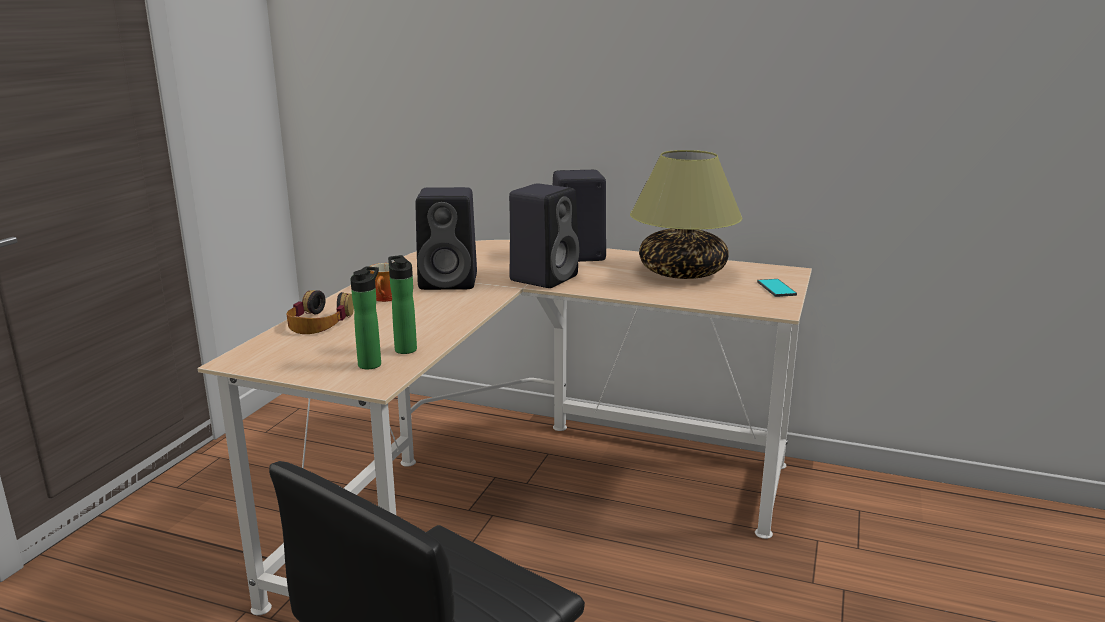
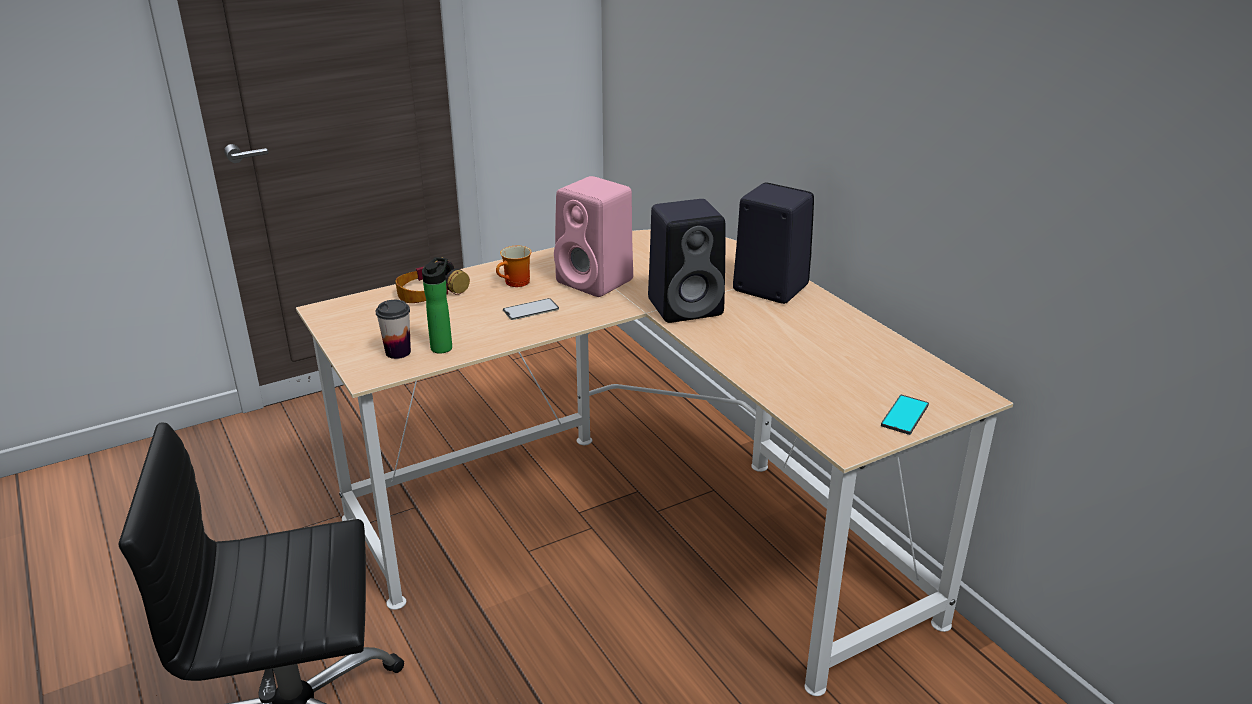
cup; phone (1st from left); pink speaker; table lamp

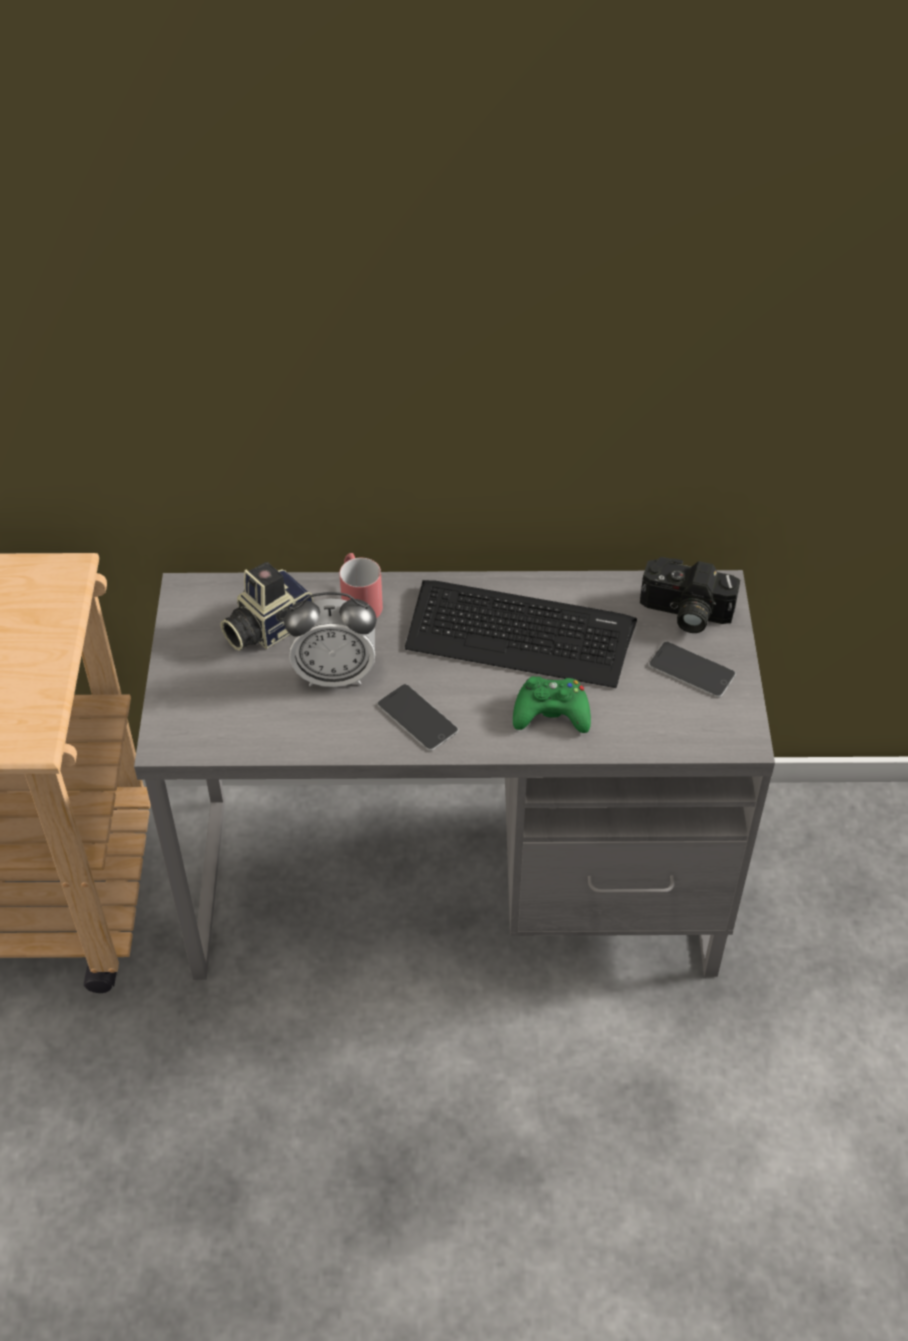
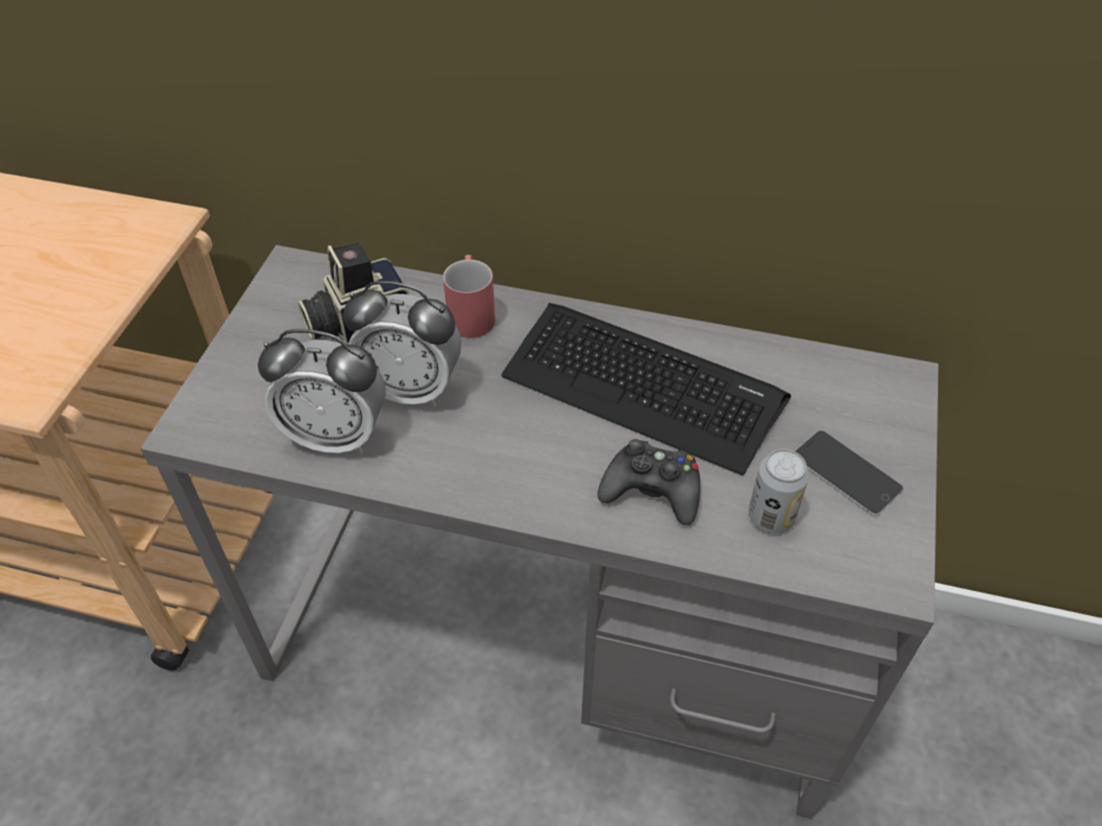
alarm clock (1st from left); black game controller; can; phone (1st from left in the first image); photo camera (2nd from left in the first image)

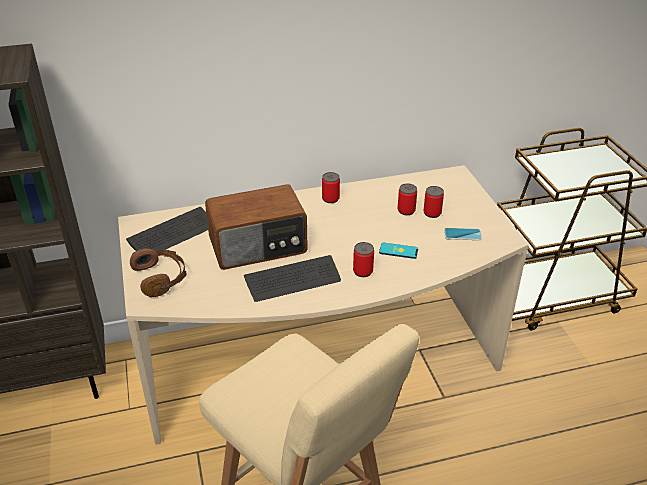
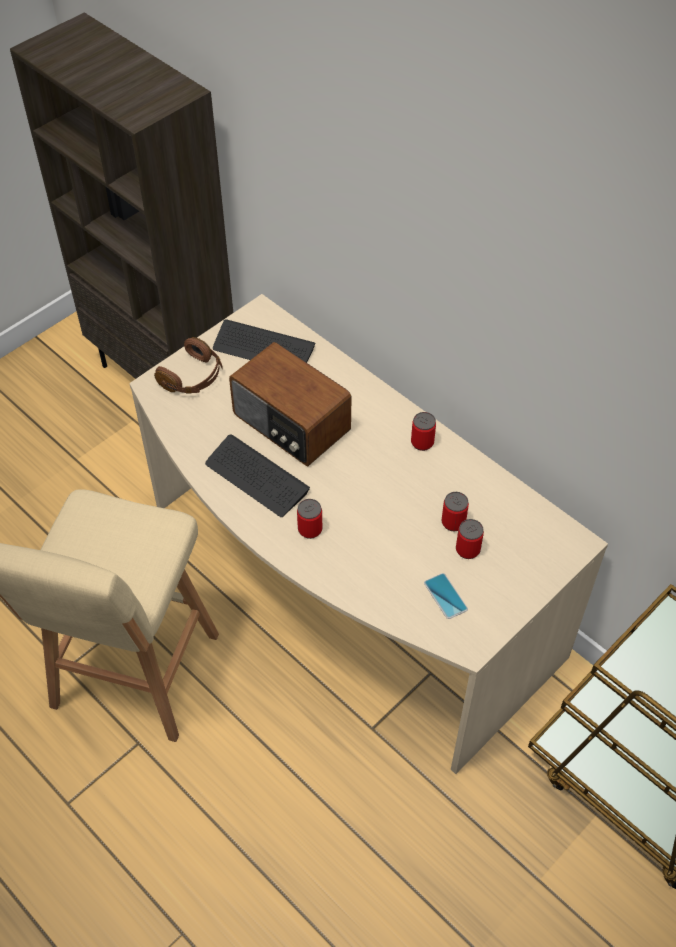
phone (1st from left in the first image)

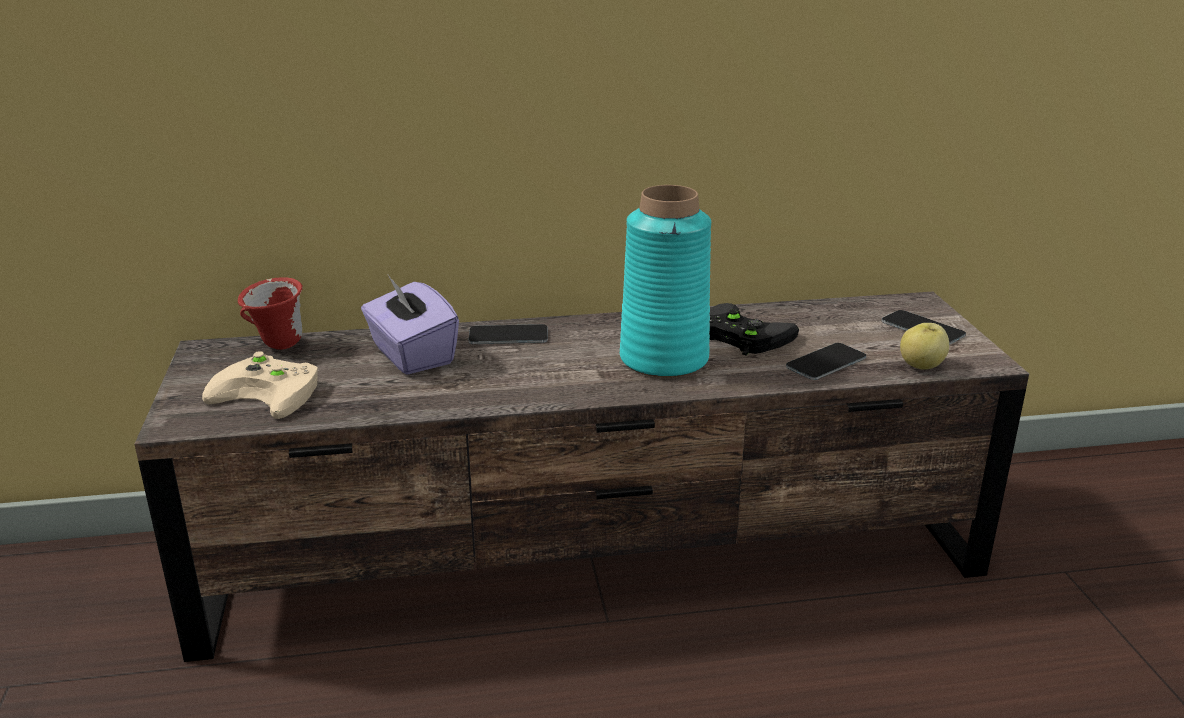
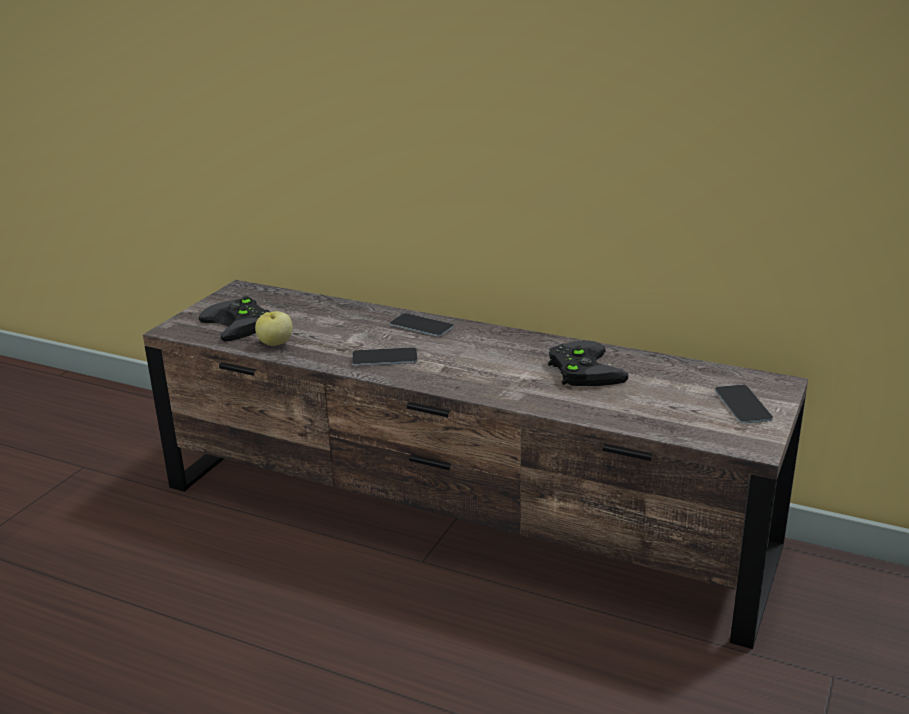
black game controller (1st from left); apple; phone (1st from left); red mug; purple tissue box; turquoise vase

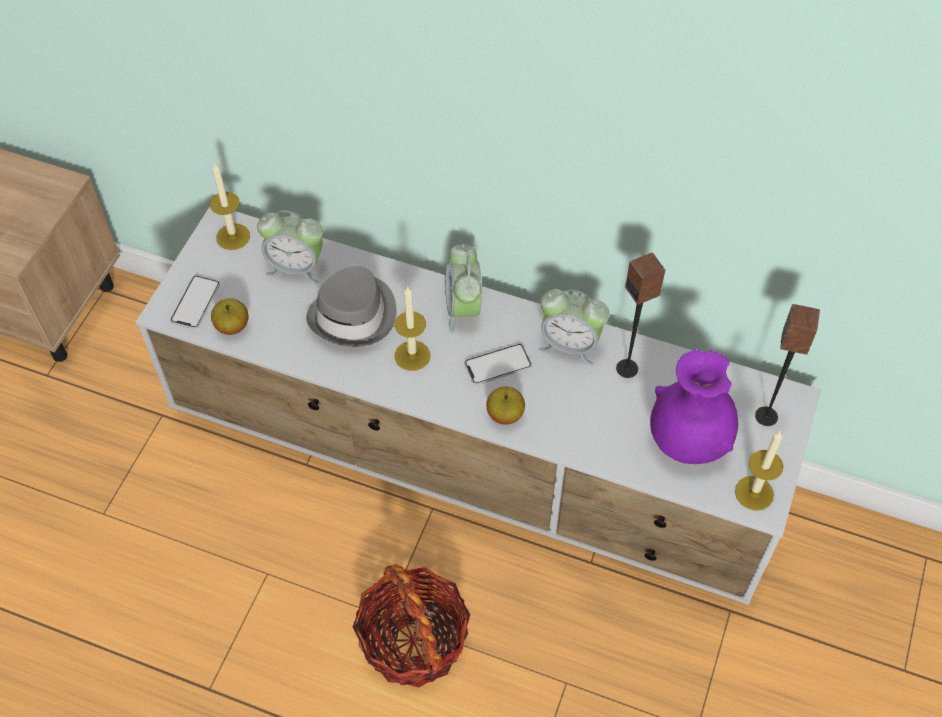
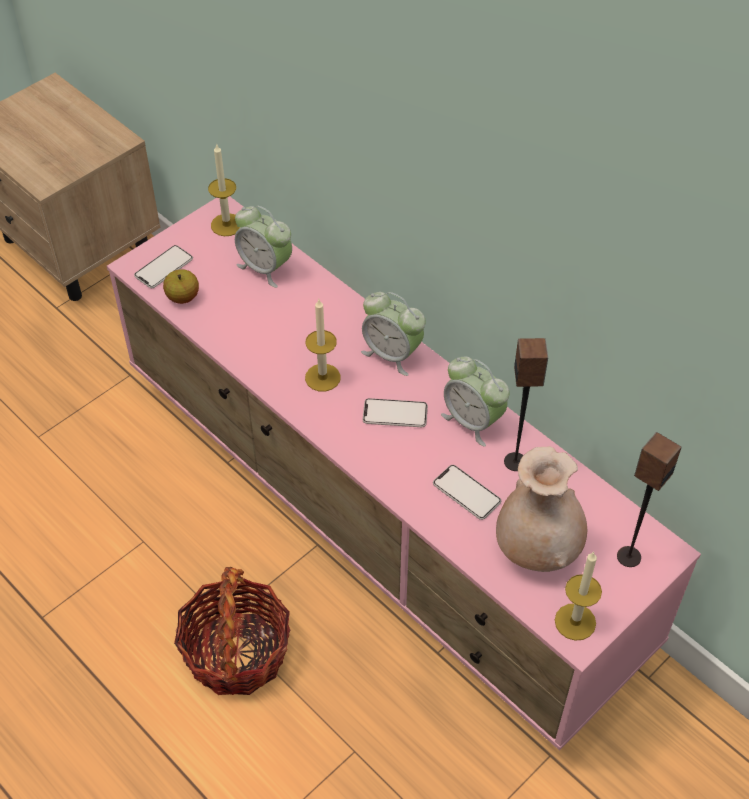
pink tv stand; alarm clock (2nd from left); phone (3rd from left); beige vase; grey hat; apple (2nd from left in the first image)

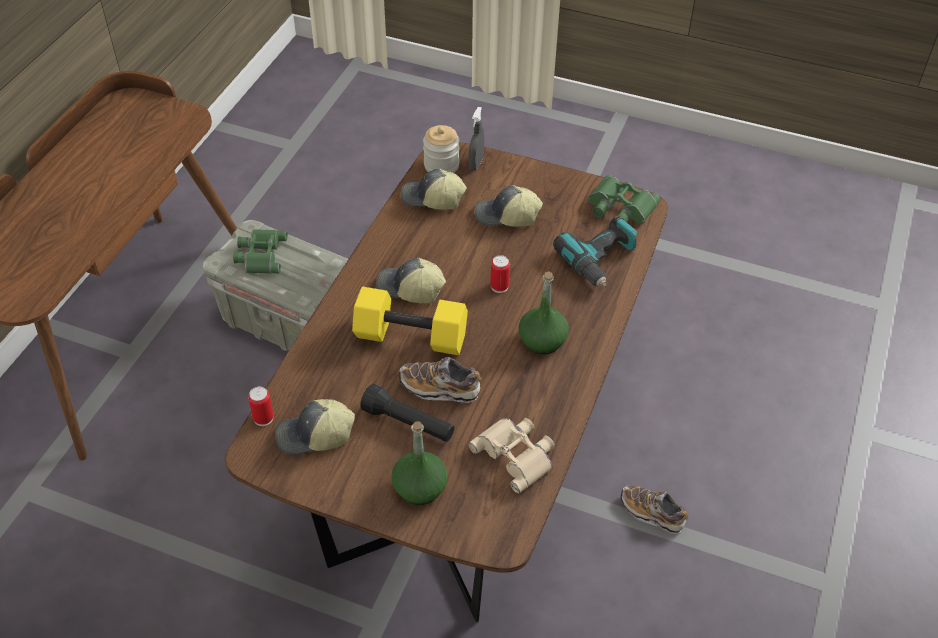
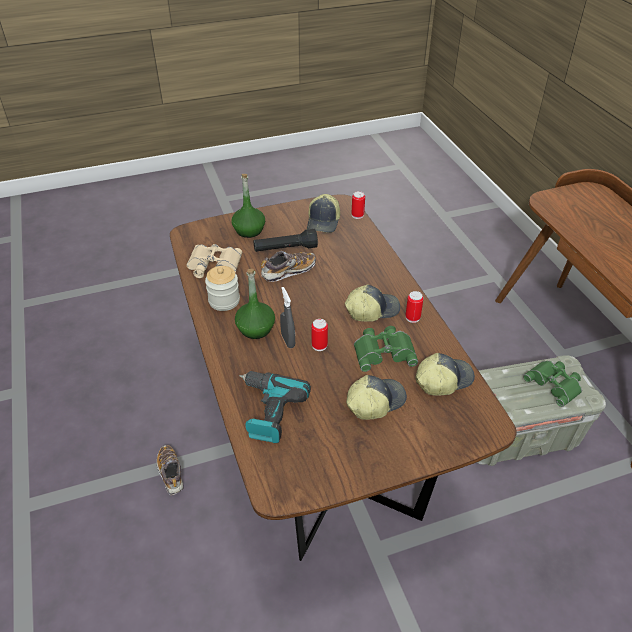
shoe (1st from left); jar; grey spray bottle; cap (1st from left); green binoculars (1st from left); can (3rd from left); yellow dumbbell

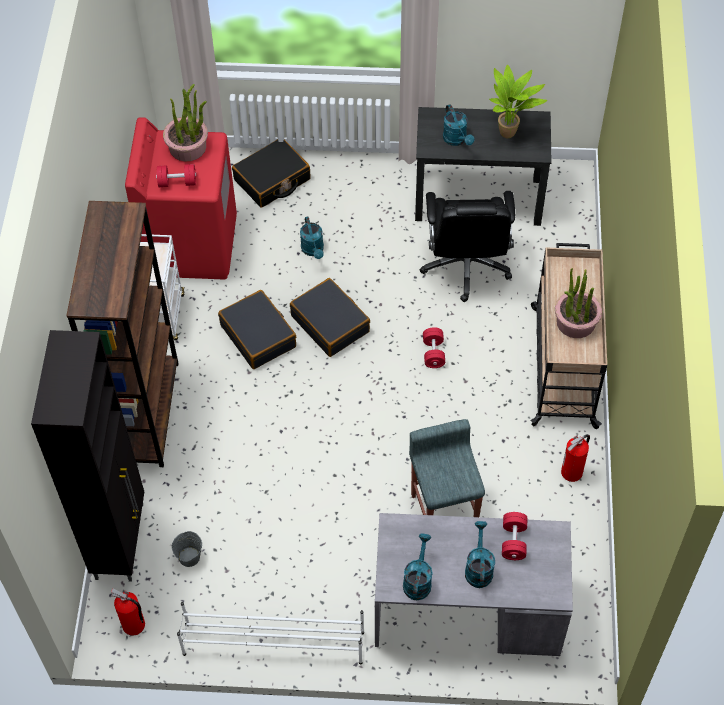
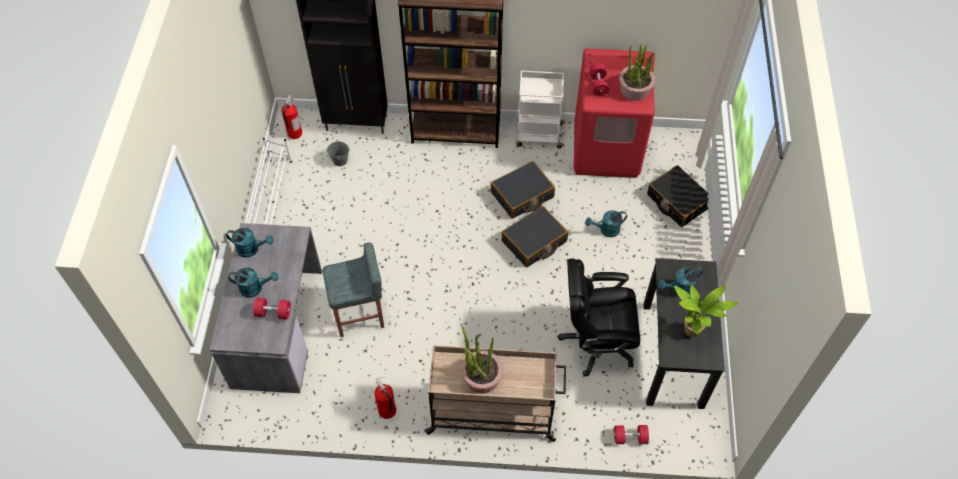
red dumbbell (3rd from left)

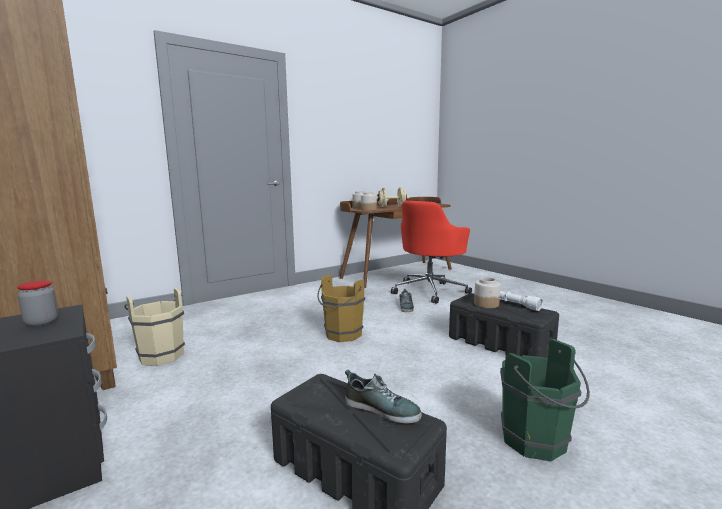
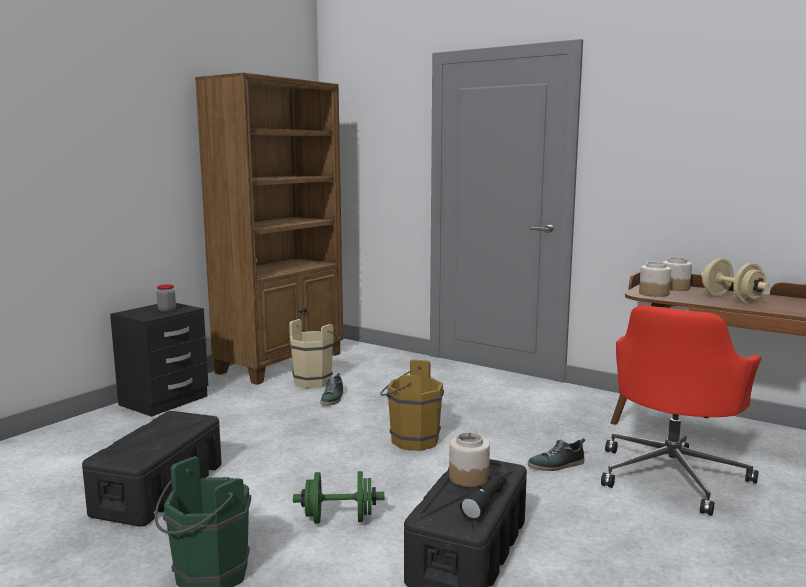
green dumbbell; shoe (1st from left); black flashlight; red office chair

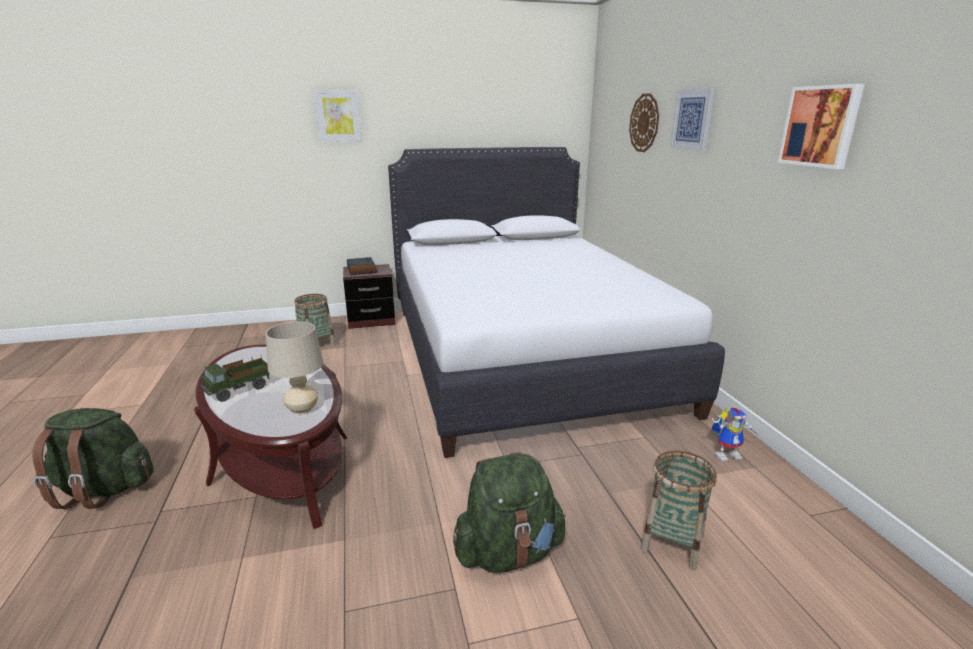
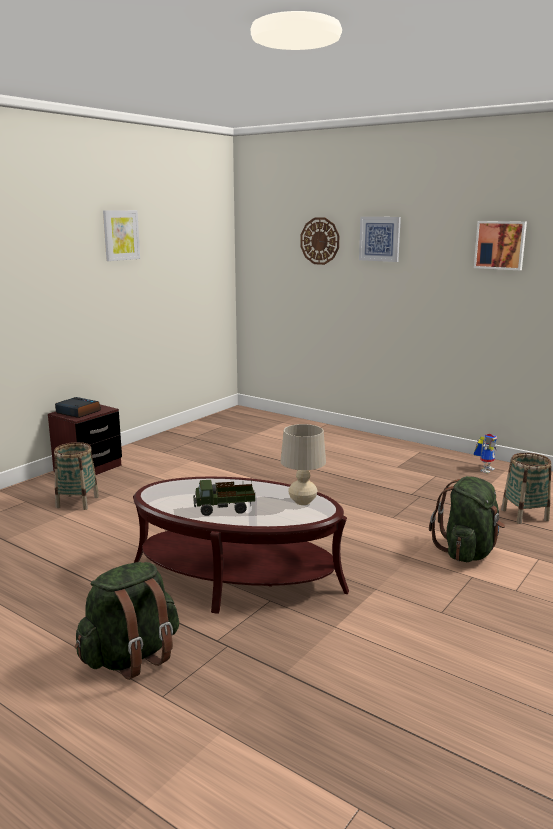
picture (1st from left); toy truck; white bed

